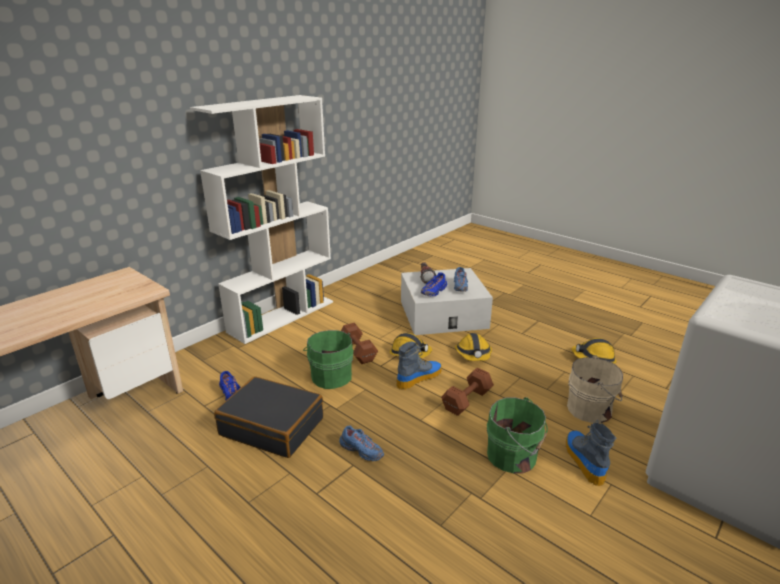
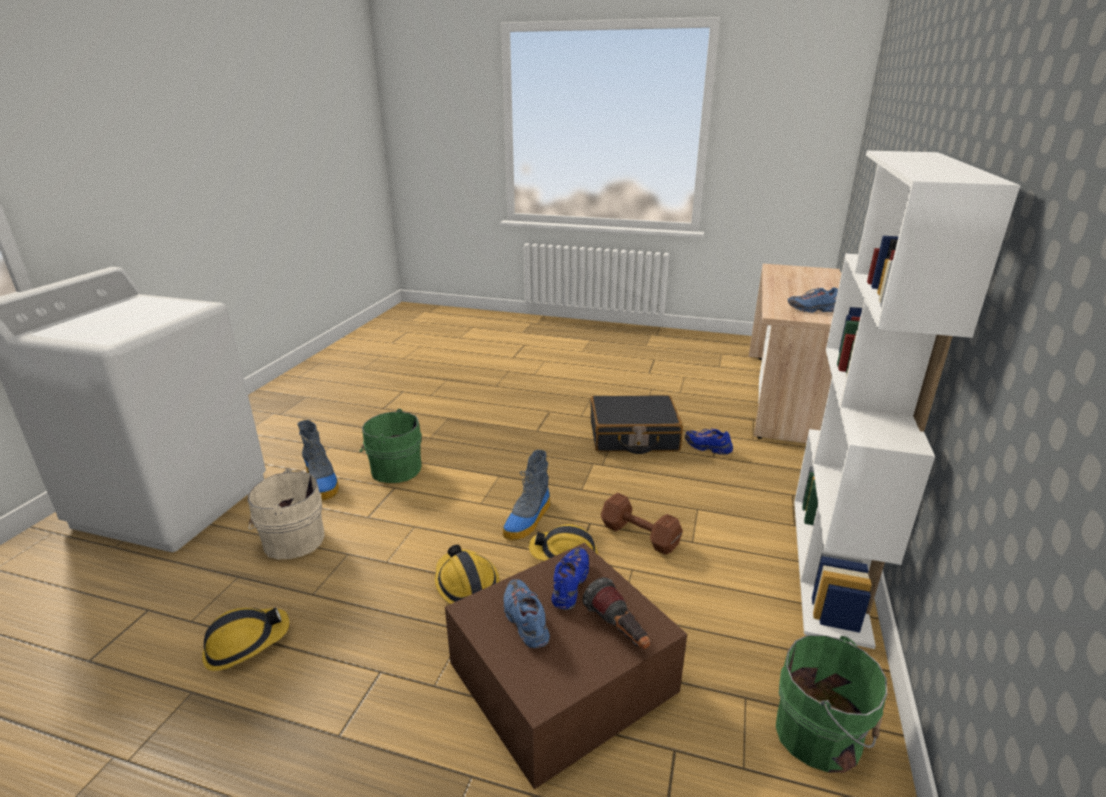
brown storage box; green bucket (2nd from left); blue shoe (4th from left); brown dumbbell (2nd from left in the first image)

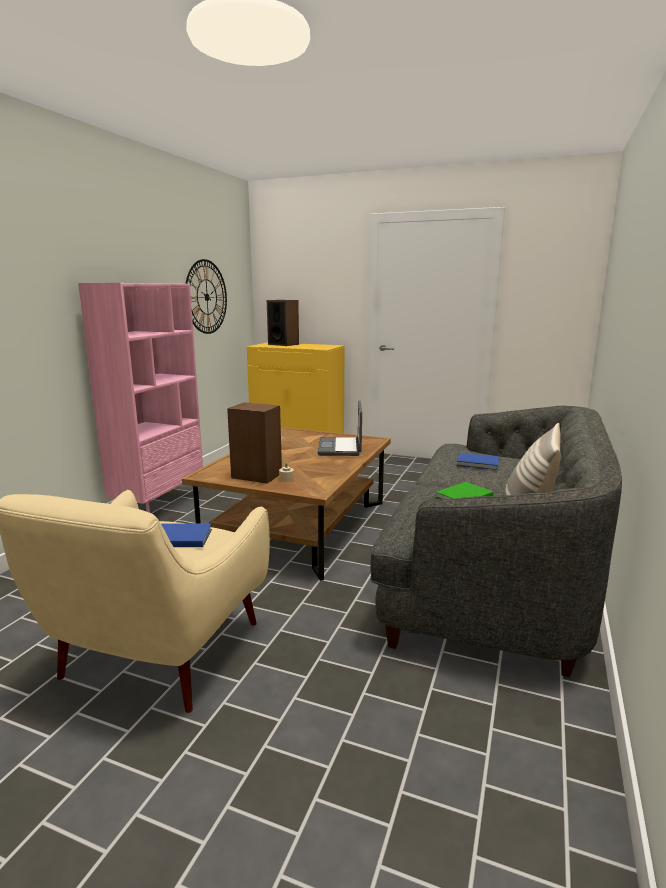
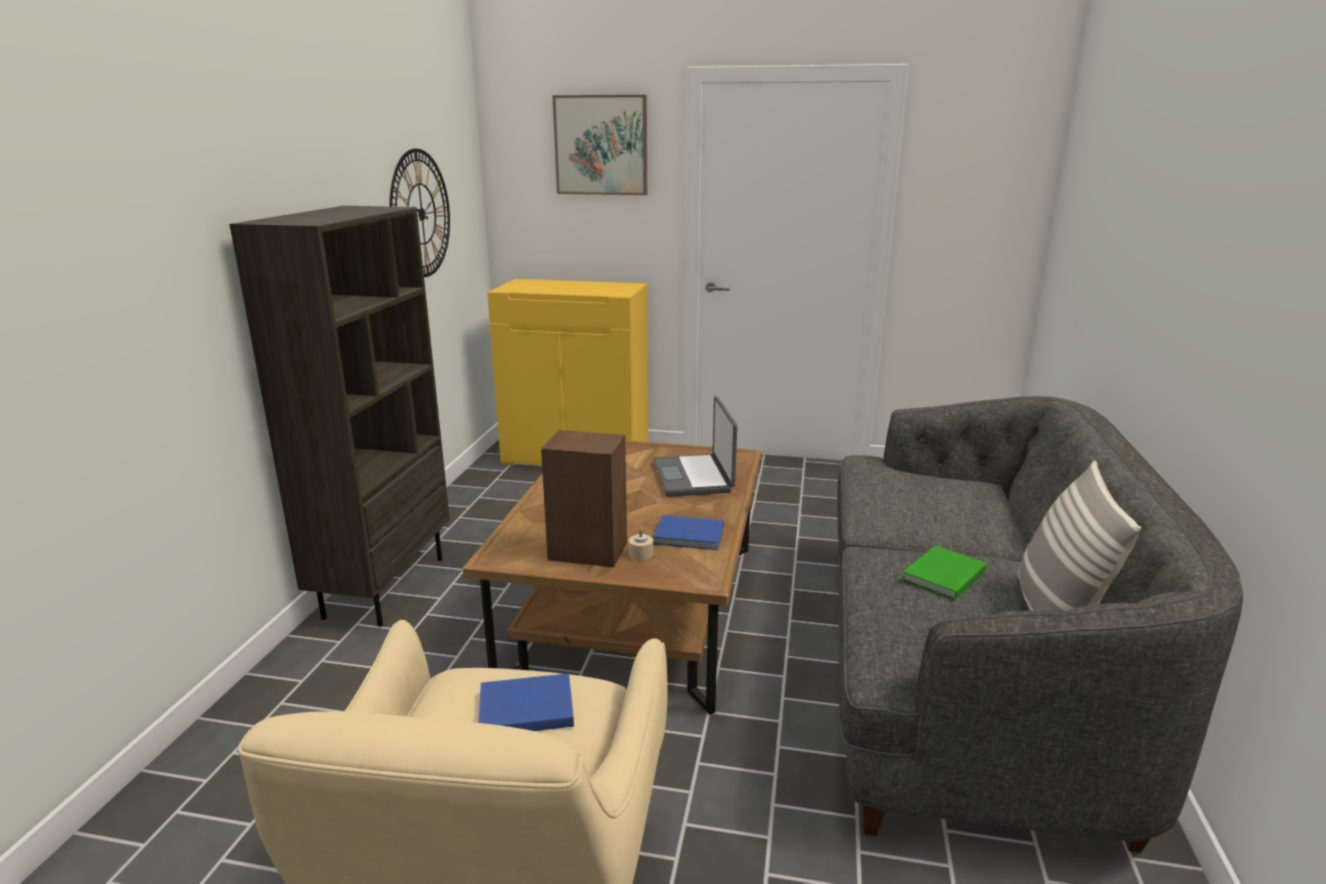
brown bookcase; picture; blue book (2nd from left); speaker (2nd from left in the first image)

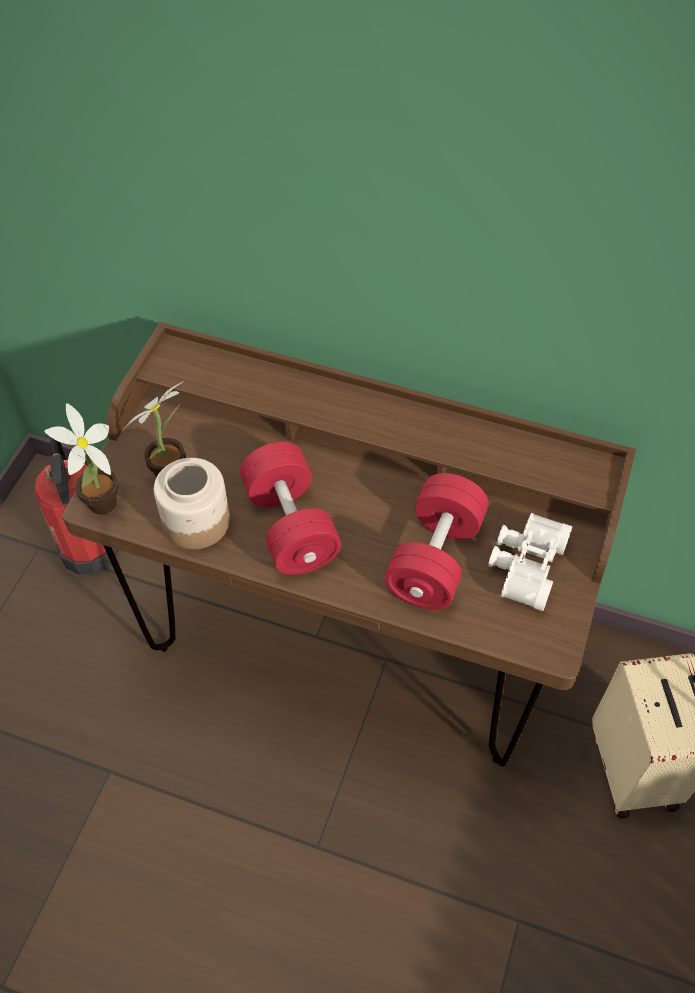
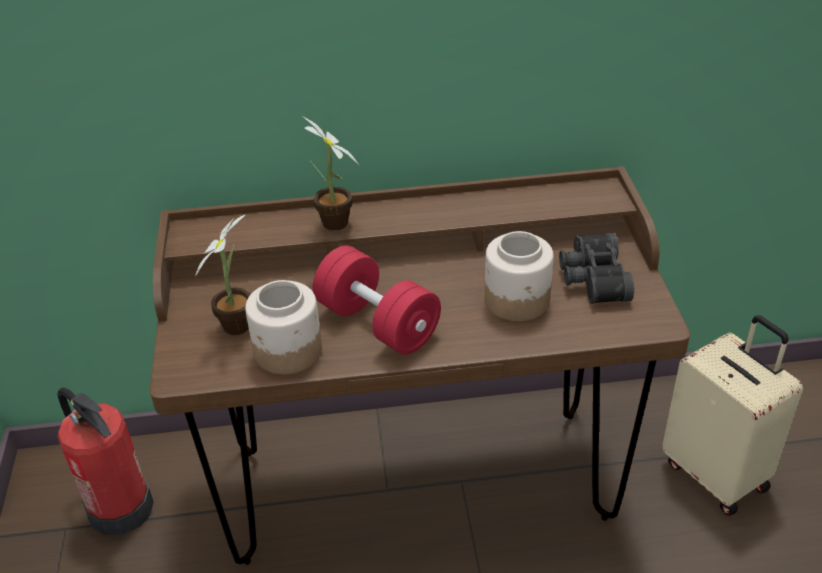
potted plant (2nd from left); jar (2nd from left); black binoculars

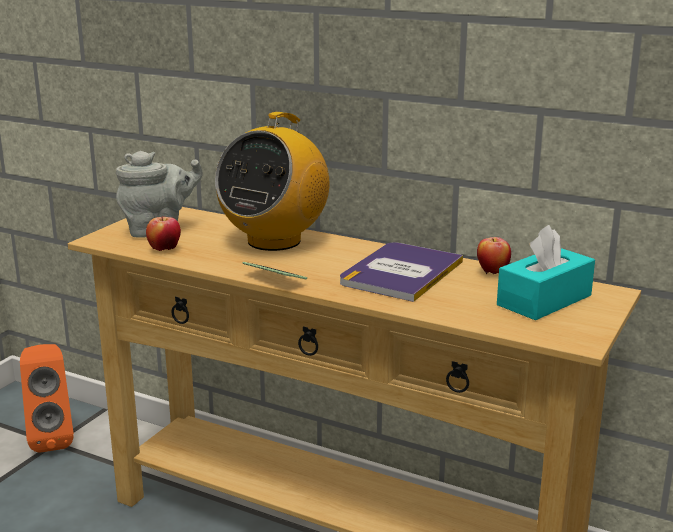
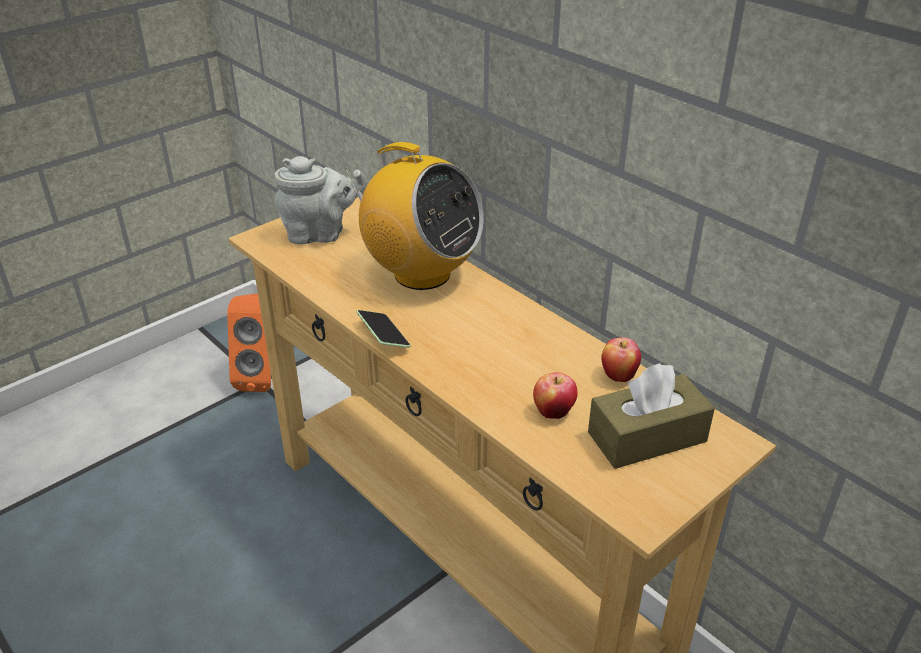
radio; apple (1st from left); brown tissue box; book

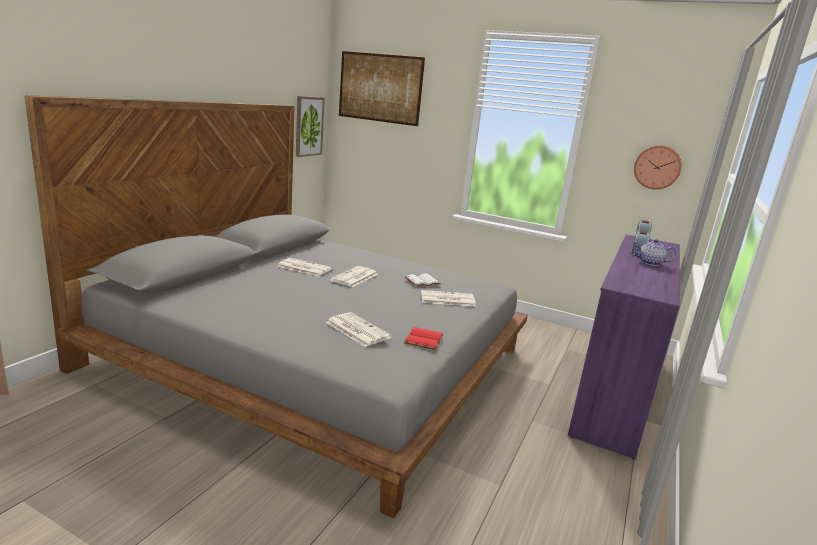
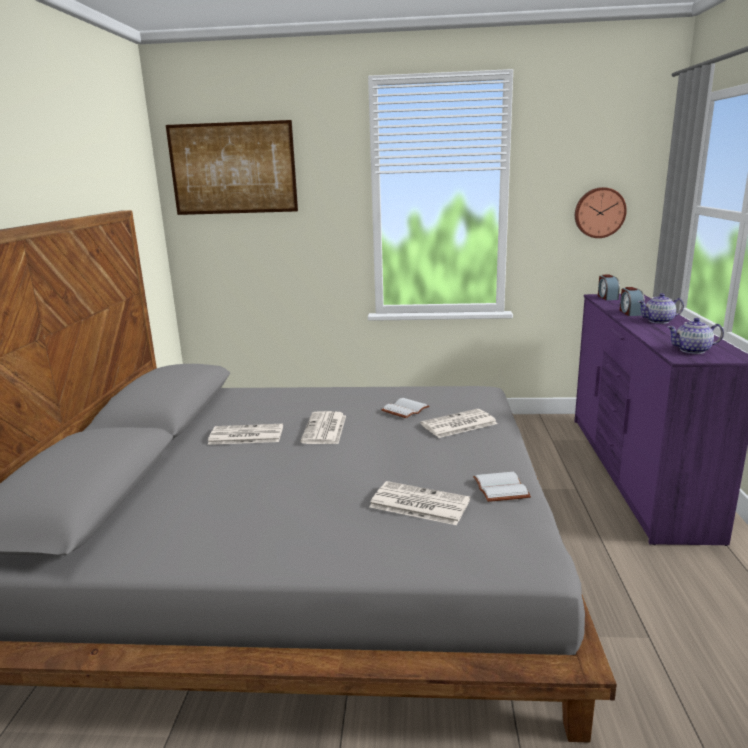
white book (2nd from left); teapot (2nd from left); picture (1st from left in the first image)

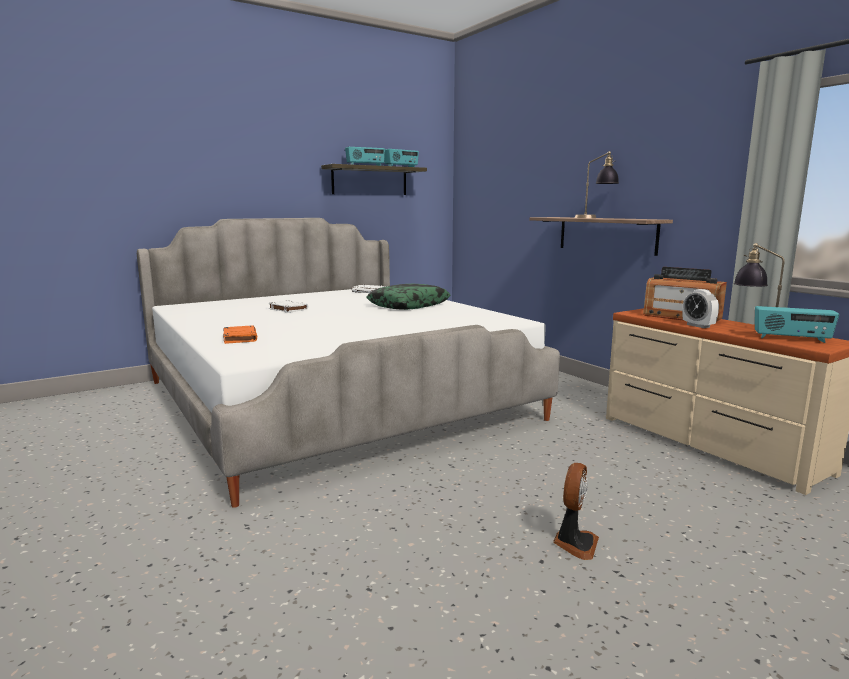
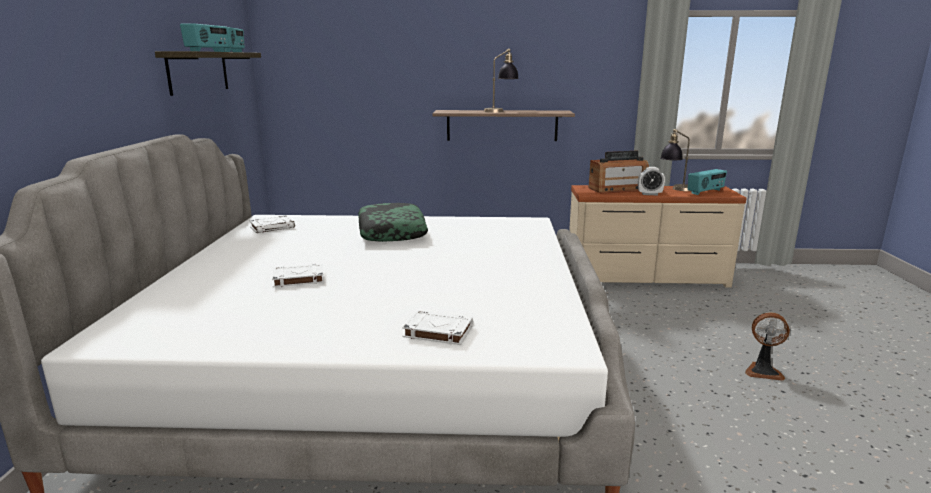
white book (3rd from left); fan

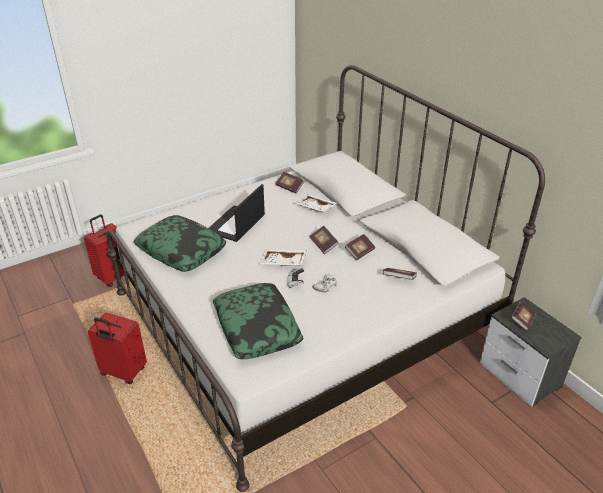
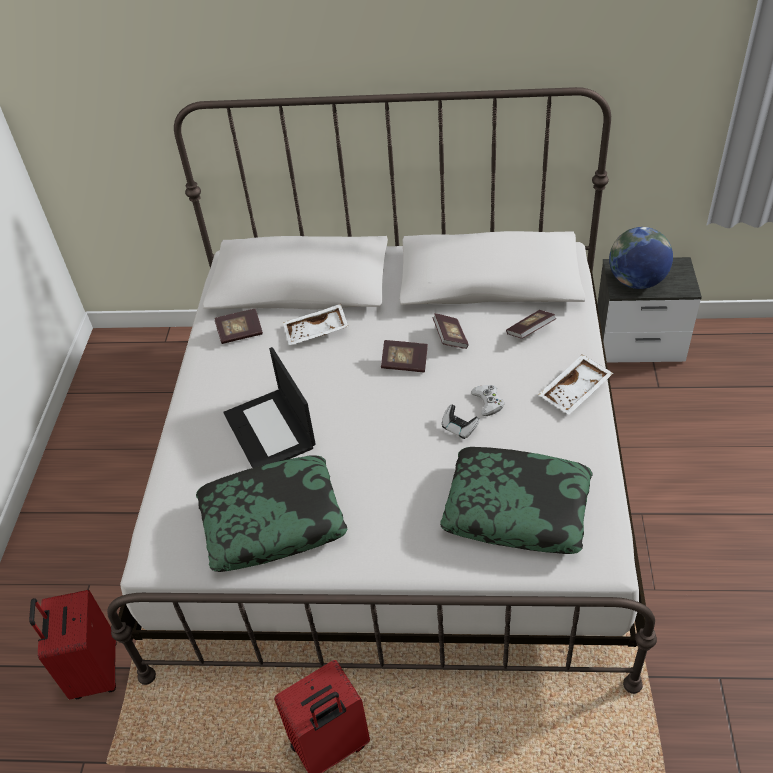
white tray (2nd from left); globe

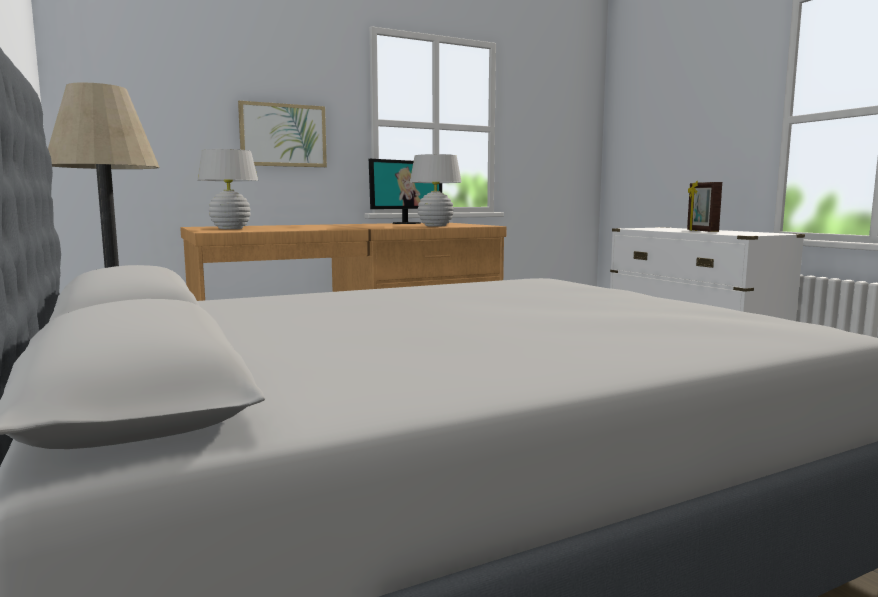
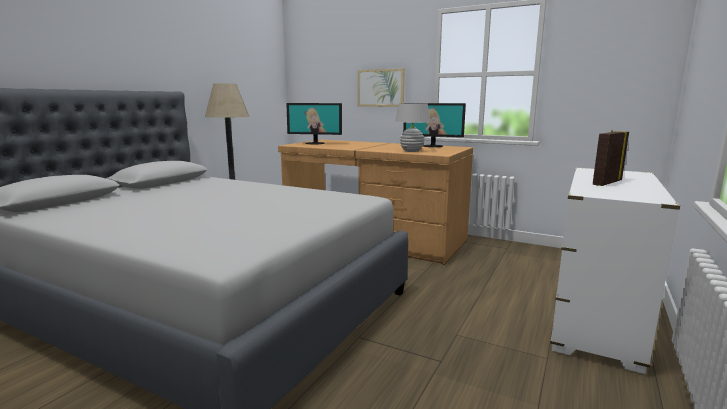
monitor (1st from left)

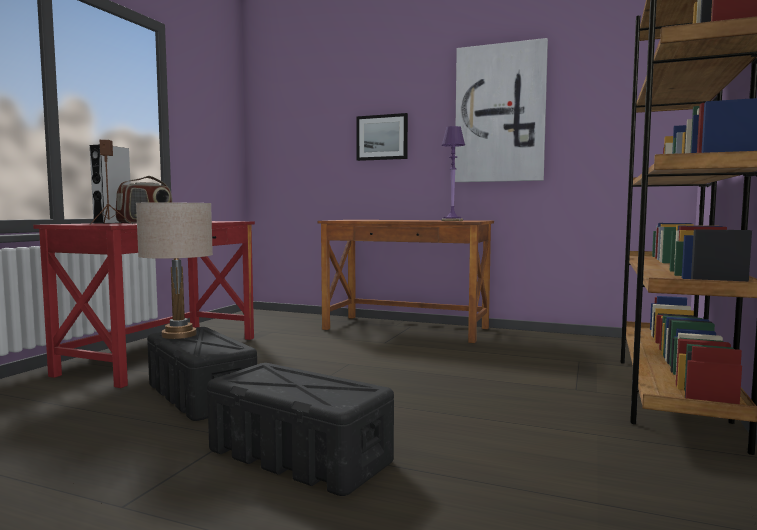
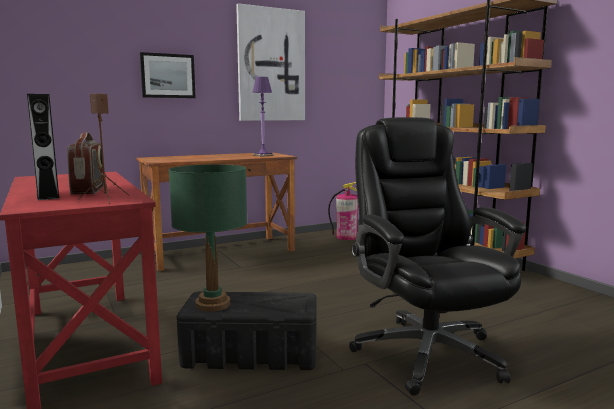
green table lamp; fire extinguisher; black office chair

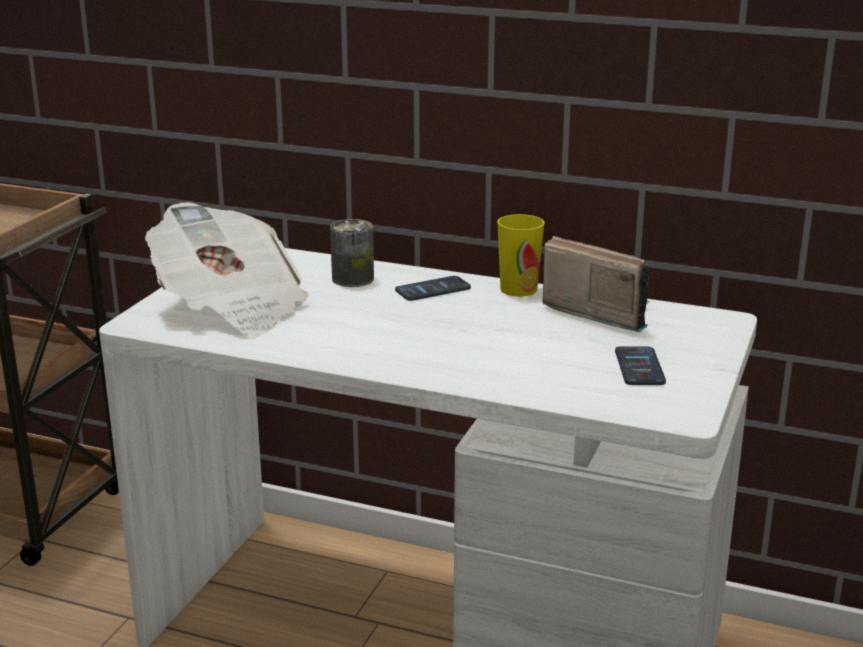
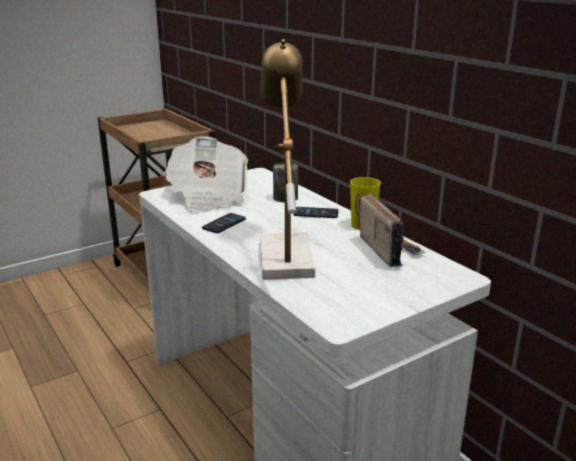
phone (1st from left); table lamp

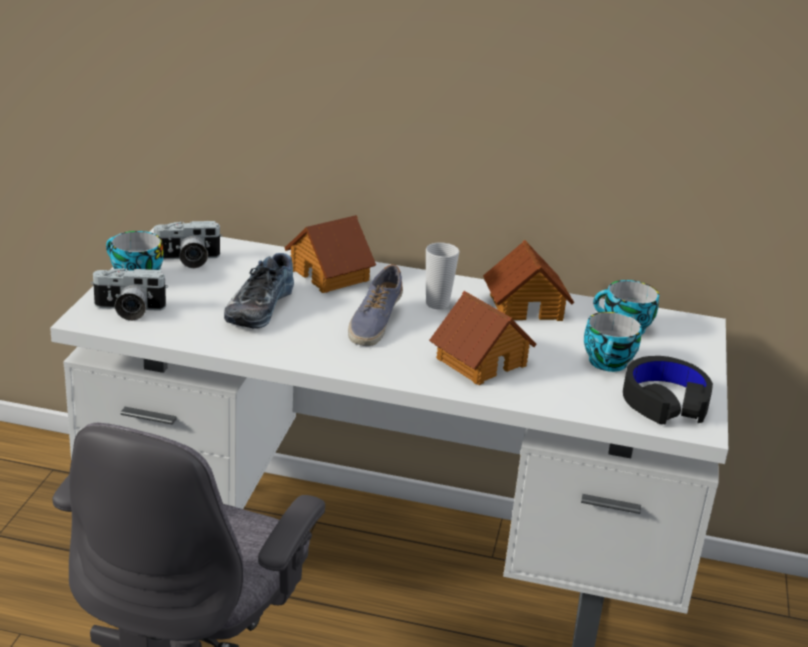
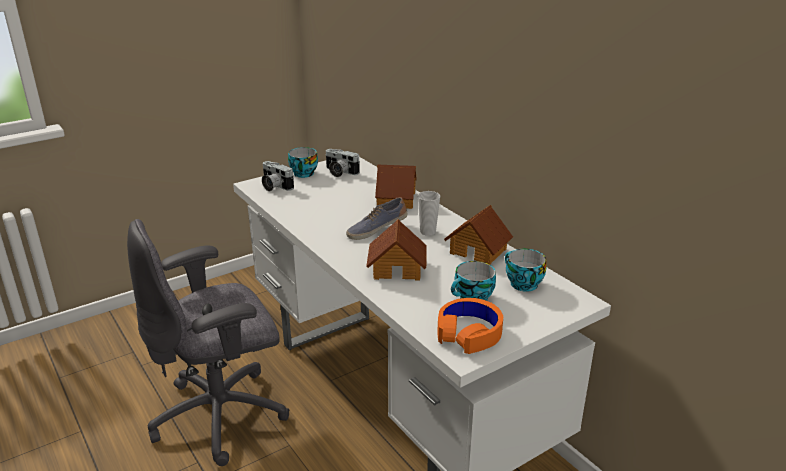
orange headphones; shoe (1st from left in the first image)

